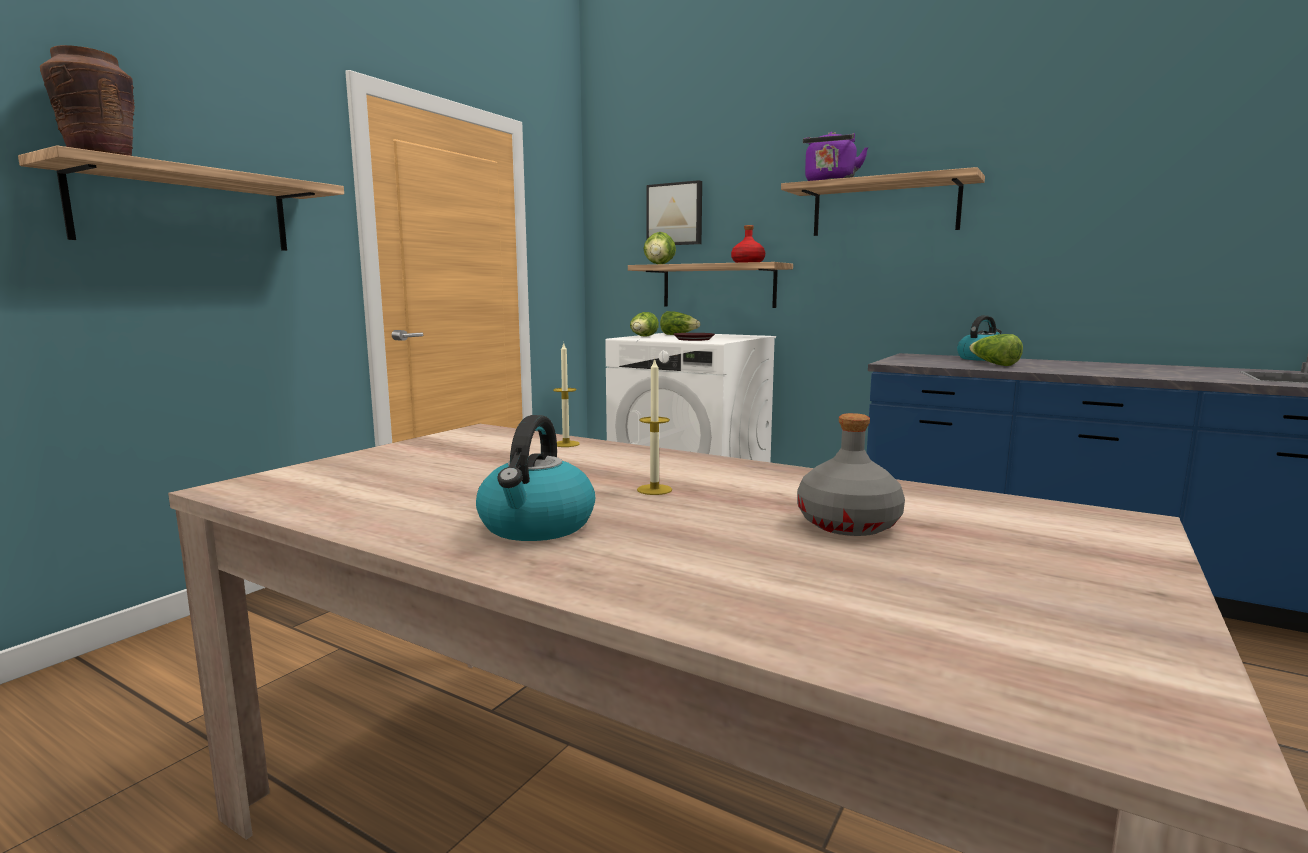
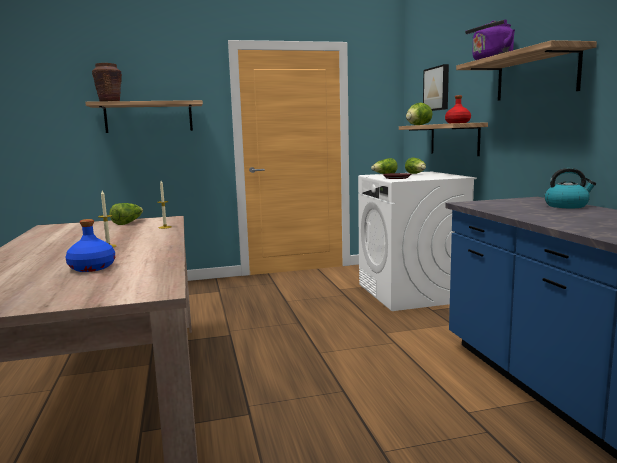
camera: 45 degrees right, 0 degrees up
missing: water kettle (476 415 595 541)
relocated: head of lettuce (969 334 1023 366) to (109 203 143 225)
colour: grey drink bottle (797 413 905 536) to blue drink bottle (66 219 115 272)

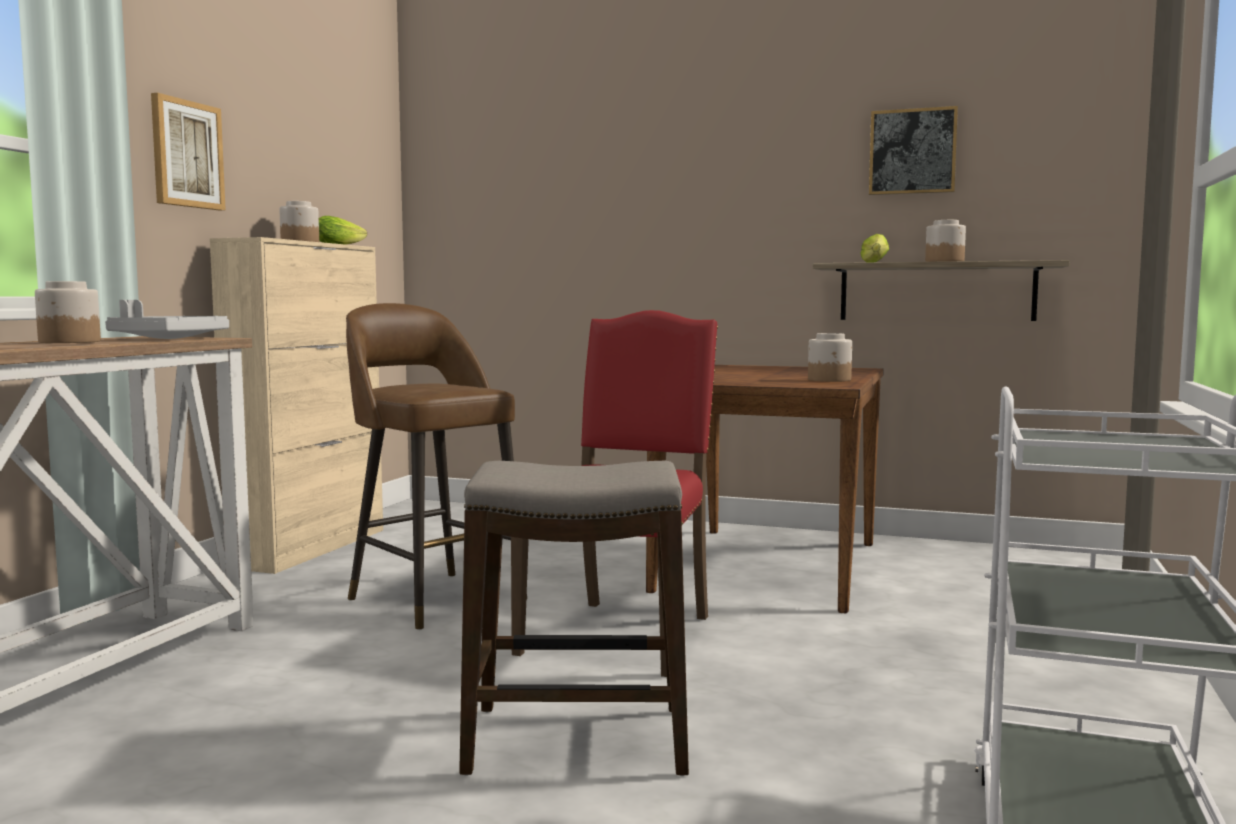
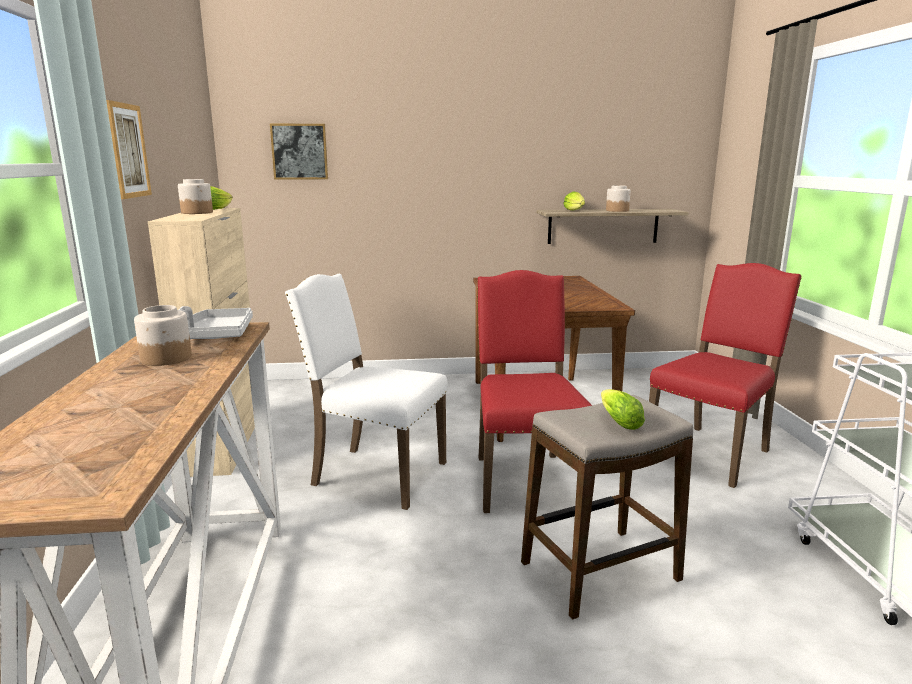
camera: 25 degrees left, 10 degrees up
missing: preserve jar (808 333 852 382)
appeared: head of lettuce (601 389 645 430); reddish upright chair (649 263 802 488)
relocated: wall picture (869 106 958 195) to (270 123 328 180)
exchanged: brown-coloured sitting stool (346 303 527 630) to whitish upright chair (285 274 448 510)

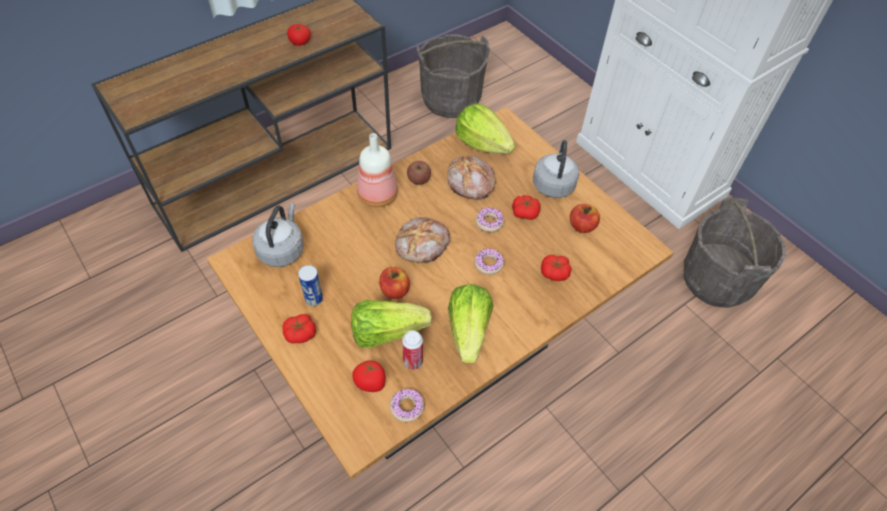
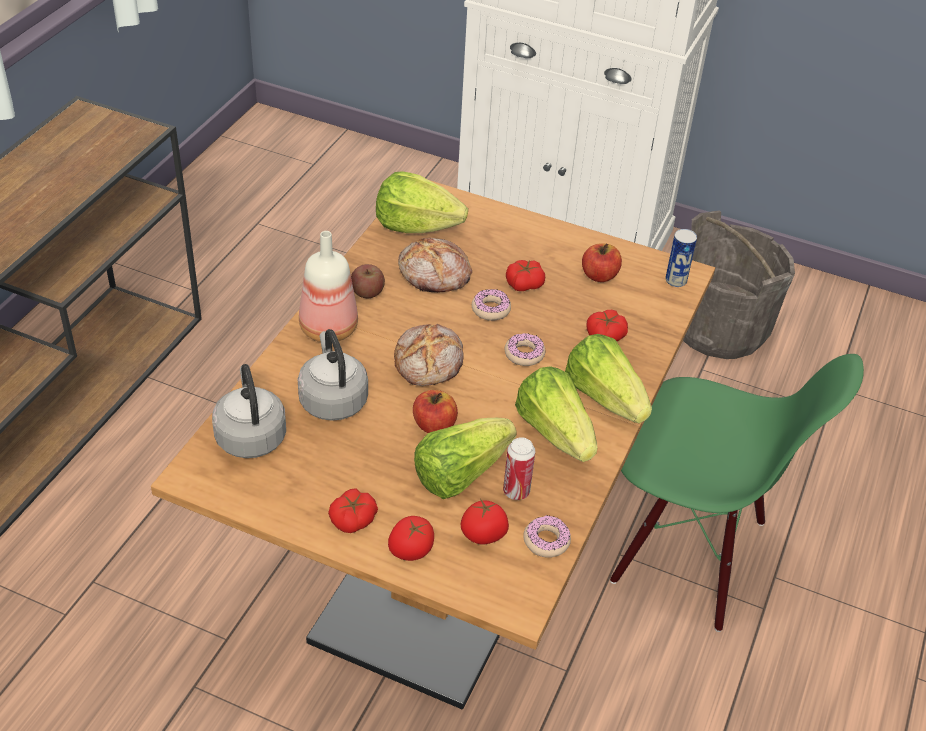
camera: 30 degrees left, 10 degrees down
missing: grey bucket (416 34 490 118)
appeared: head of lettuce (565 334 652 423); greenish upright chair (610 354 864 632)
relocated: grey water kettle (533 140 579 198) to (298 329 368 421); tomato (287 24 311 46) to (388 516 434 561); can (298 265 323 306) to (665 229 697 287)

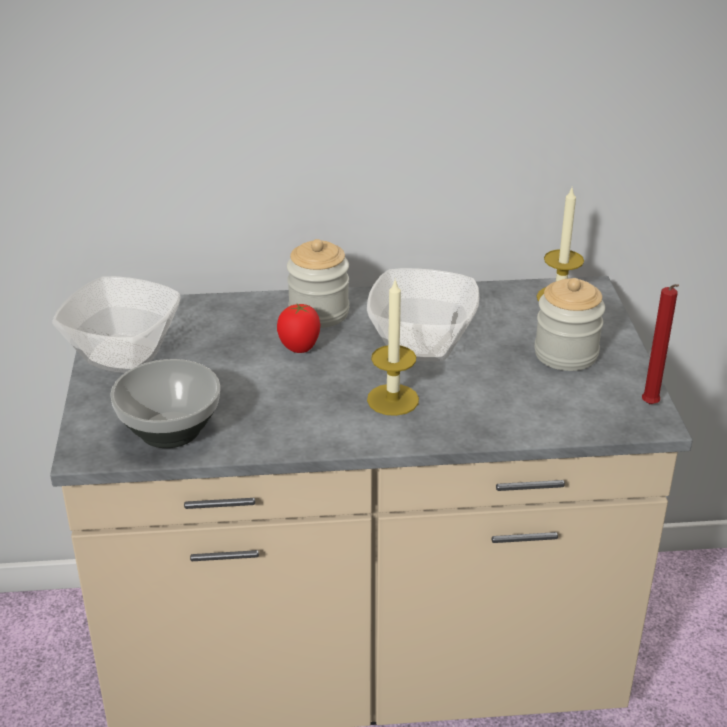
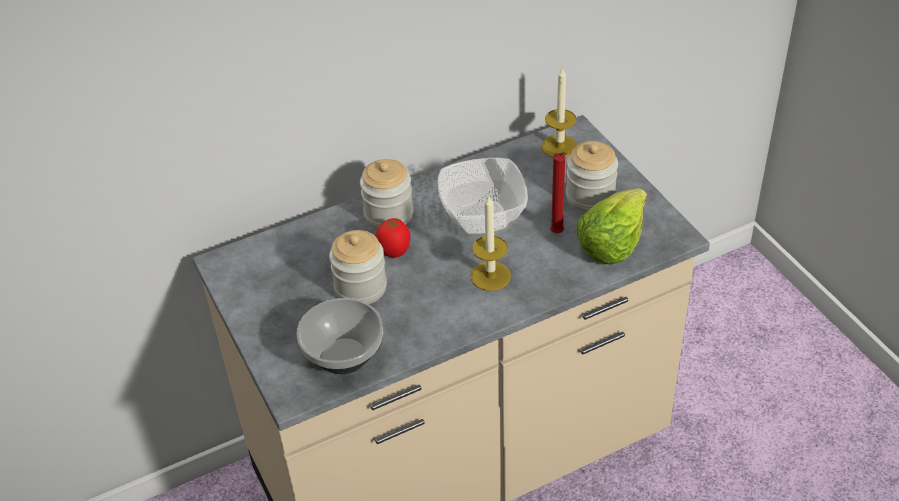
camera: 20 degrees left, 10 degrees up
missing: deep dish (53 276 181 373)
appeared: preserve jar (329 230 387 304); head of lettuce (576 188 647 265)
relocated: reddish wax light (642 284 679 404) to (550 152 567 233)

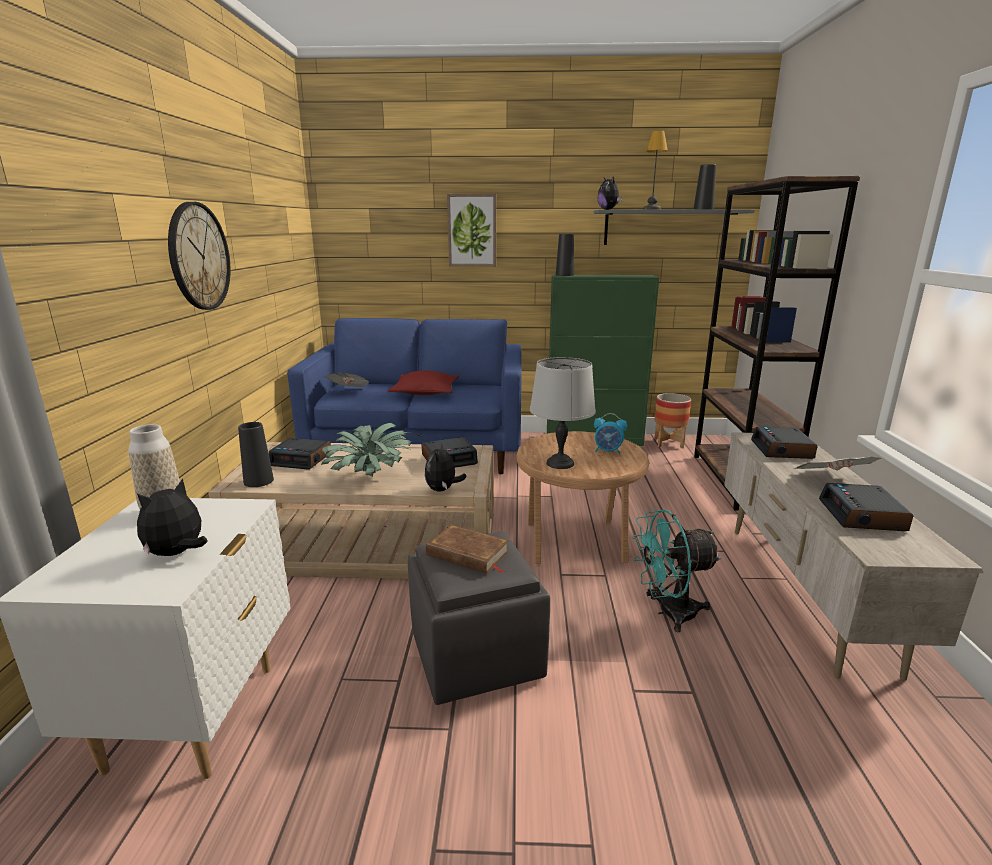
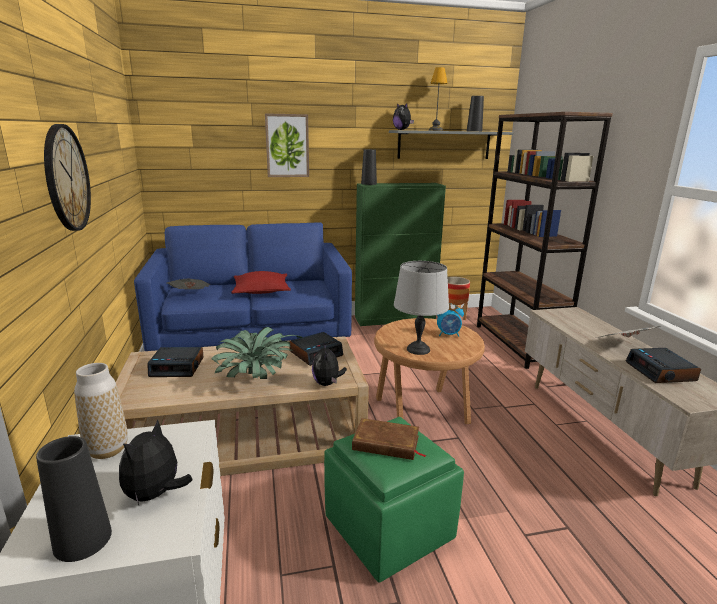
camera: 15 degrees left, 0 degrees up
missing: turquoise-coloured fan (632 510 721 632); alarm clock (751 426 818 459)
relocated: black-coloured vase (238 422 274 487) to (36 436 112 562)
colour: grey footrest (408 531 550 705) to greenish footrest (324 417 464 582)

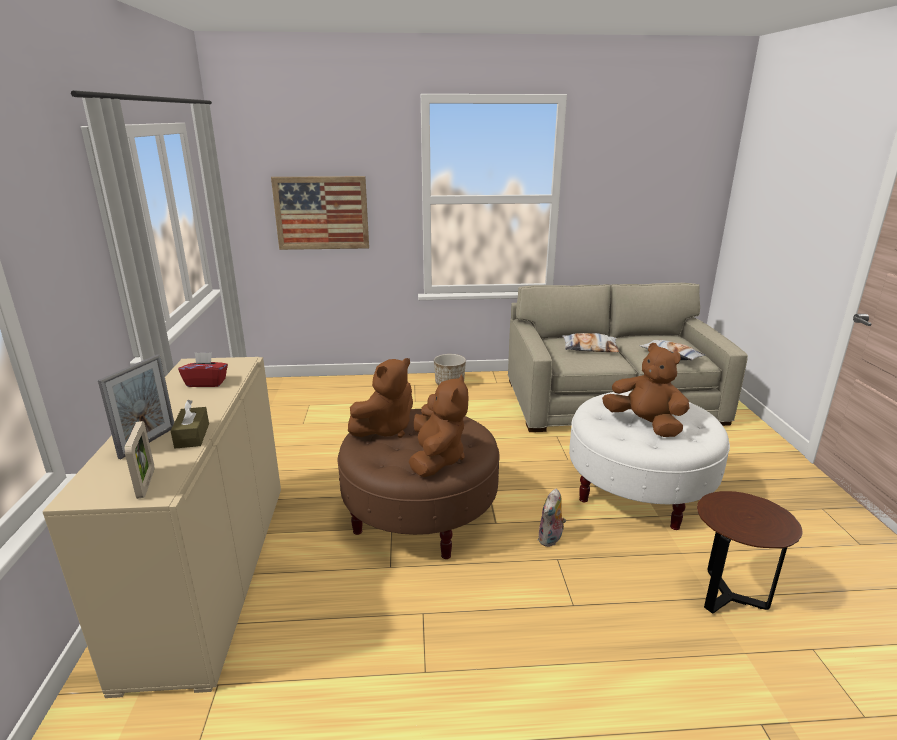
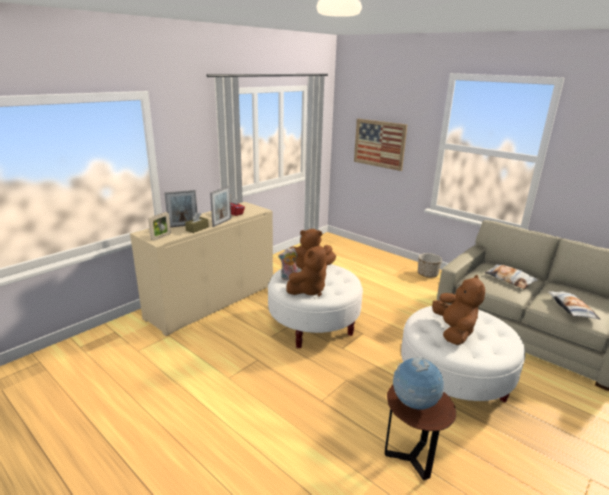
camera: 45 degrees right, 0 degrees up
appeared: picture frame (210 186 231 227); desk globe (393 357 444 410)
relocated: soft toy (538 489 566 547) to (278 248 298 281)
colour: brown-coloured footrest (338 409 500 559) to whitish footrest (268 264 363 348)

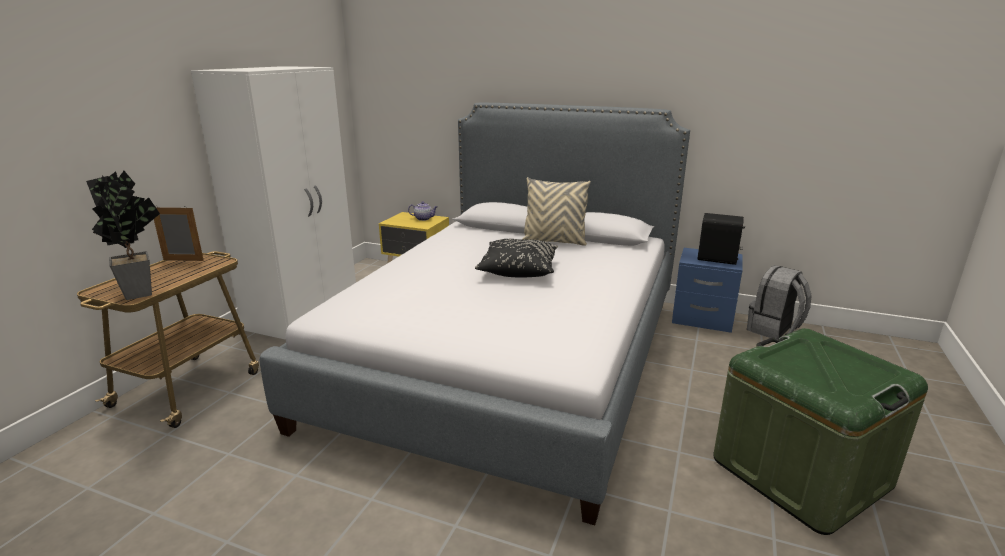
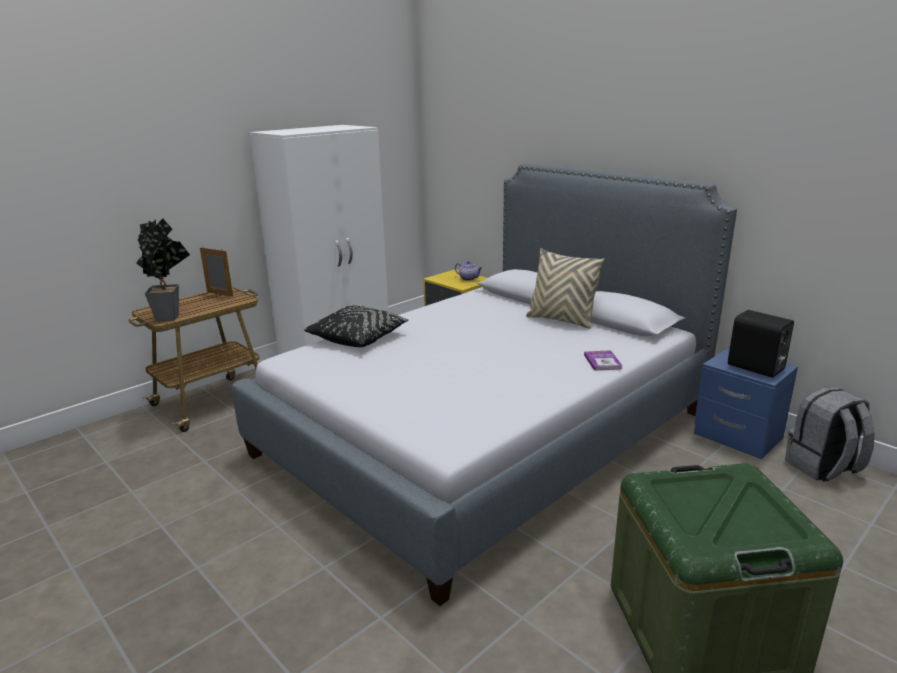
camera: 25 degrees right, 0 degrees up
appeared: bound book (584 350 623 371)
relocated: black-coloured cushion (475 239 558 277) to (304 305 409 347)

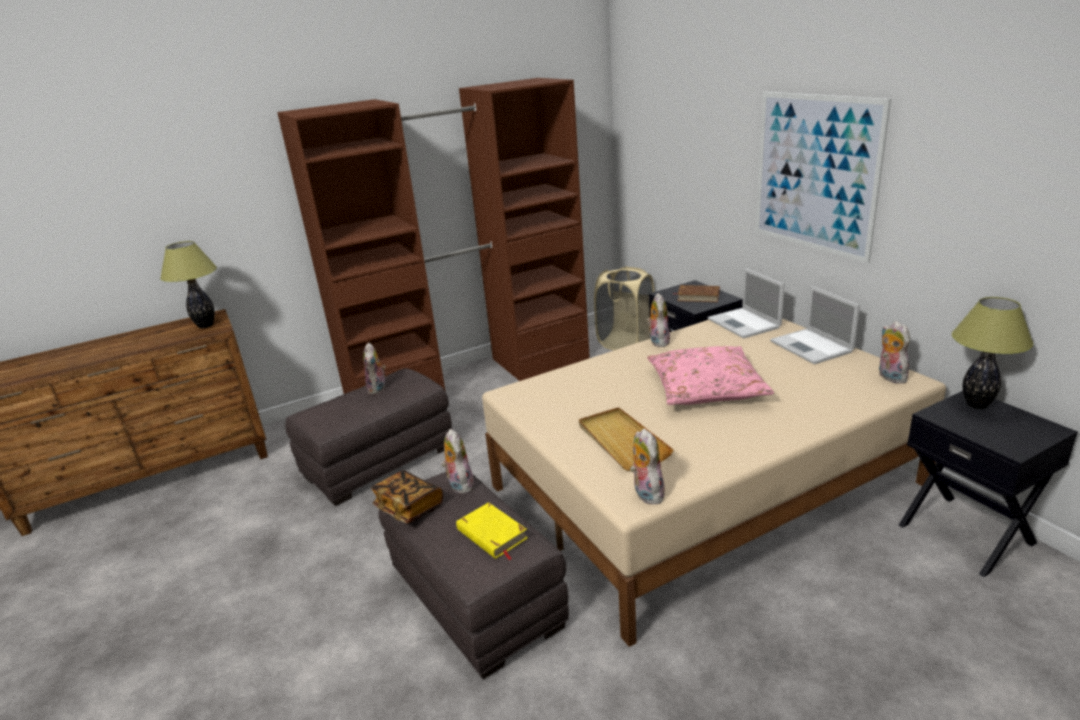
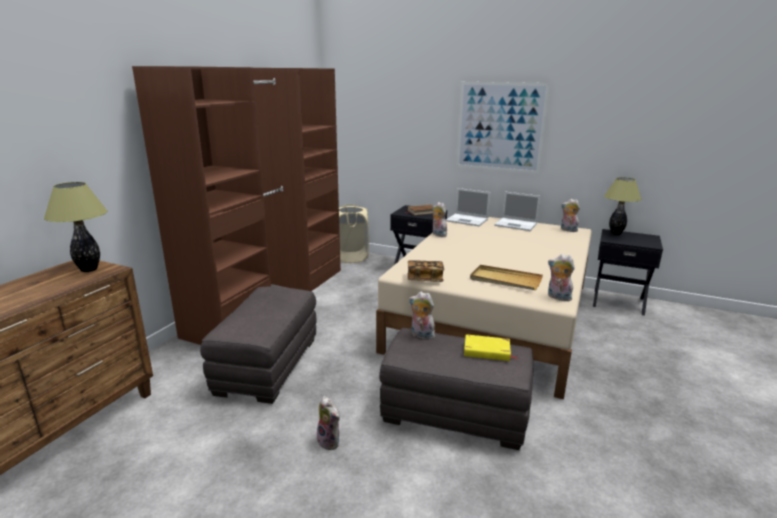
camera: 40 degrees left, 5 degrees down
missing: pinkish cushion (647 346 774 405)
relocated: soft toy (363 343 386 395) to (317 396 340 451); bound book (371 471 443 523) to (408 261 444 282)

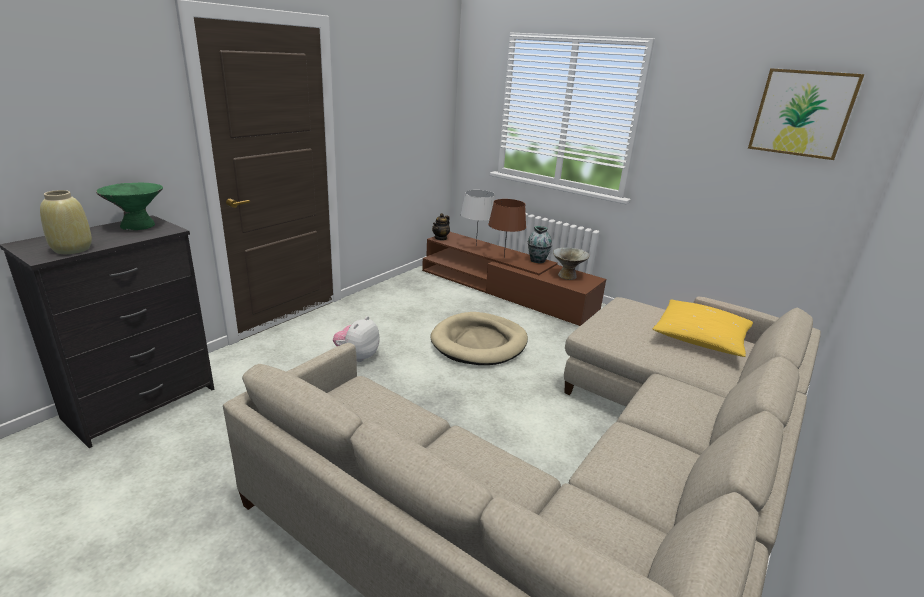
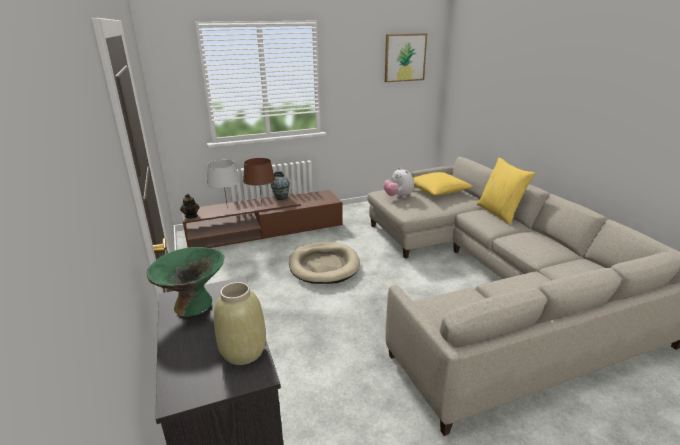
camera: 55 degrees left, 0 degrees up
missing: grey deep dish (553 248 590 280)
appeared: yellowish cushion (477 157 535 225)
relocated: soft toy (333 316 380 362) to (384 167 414 198)

